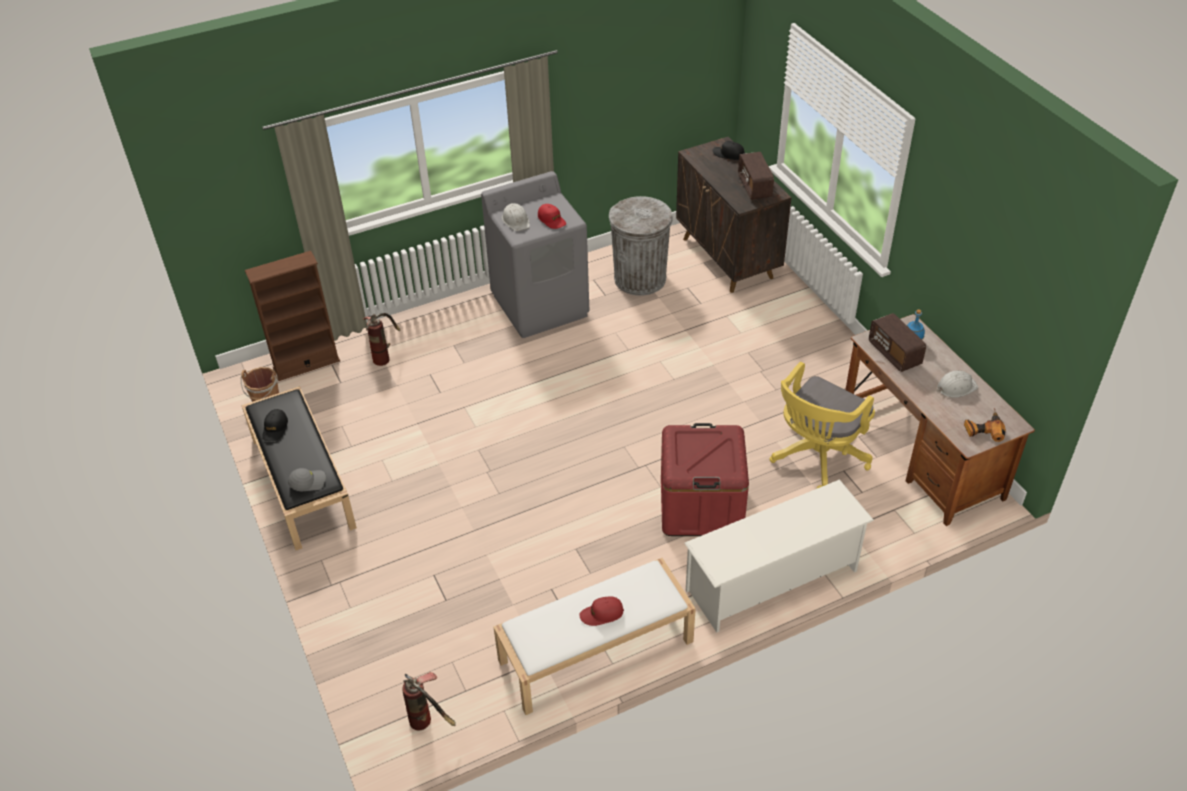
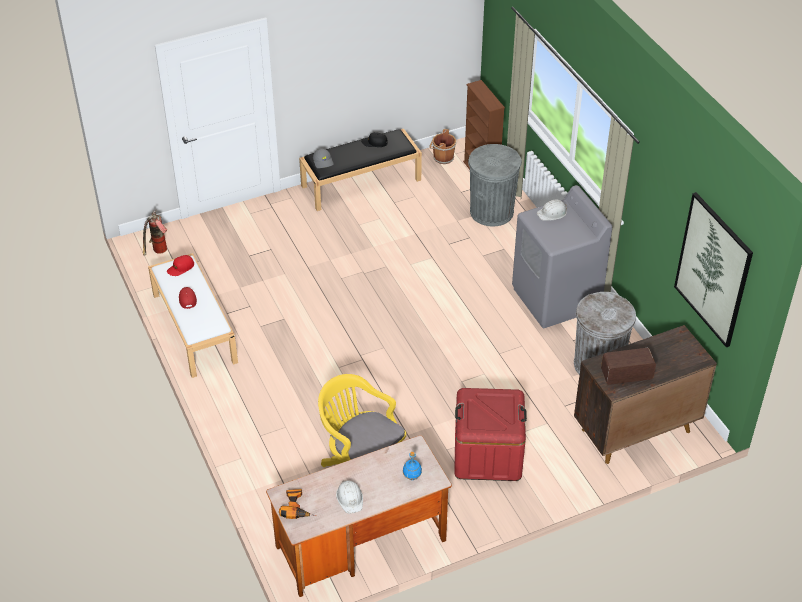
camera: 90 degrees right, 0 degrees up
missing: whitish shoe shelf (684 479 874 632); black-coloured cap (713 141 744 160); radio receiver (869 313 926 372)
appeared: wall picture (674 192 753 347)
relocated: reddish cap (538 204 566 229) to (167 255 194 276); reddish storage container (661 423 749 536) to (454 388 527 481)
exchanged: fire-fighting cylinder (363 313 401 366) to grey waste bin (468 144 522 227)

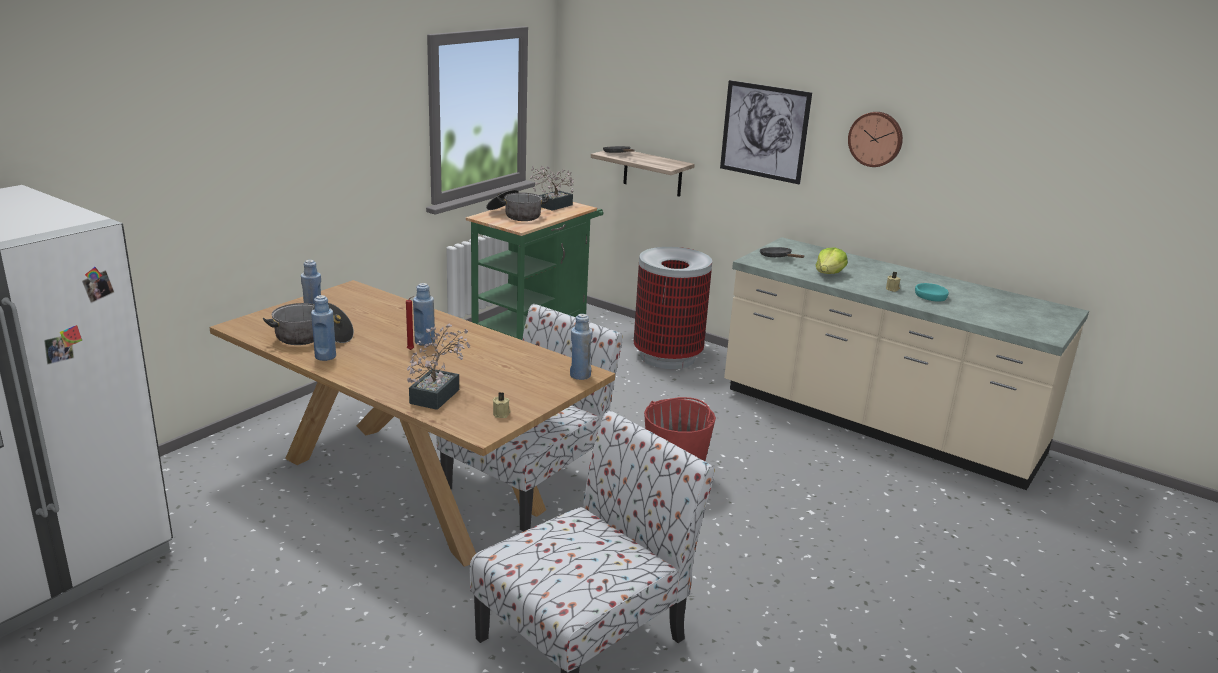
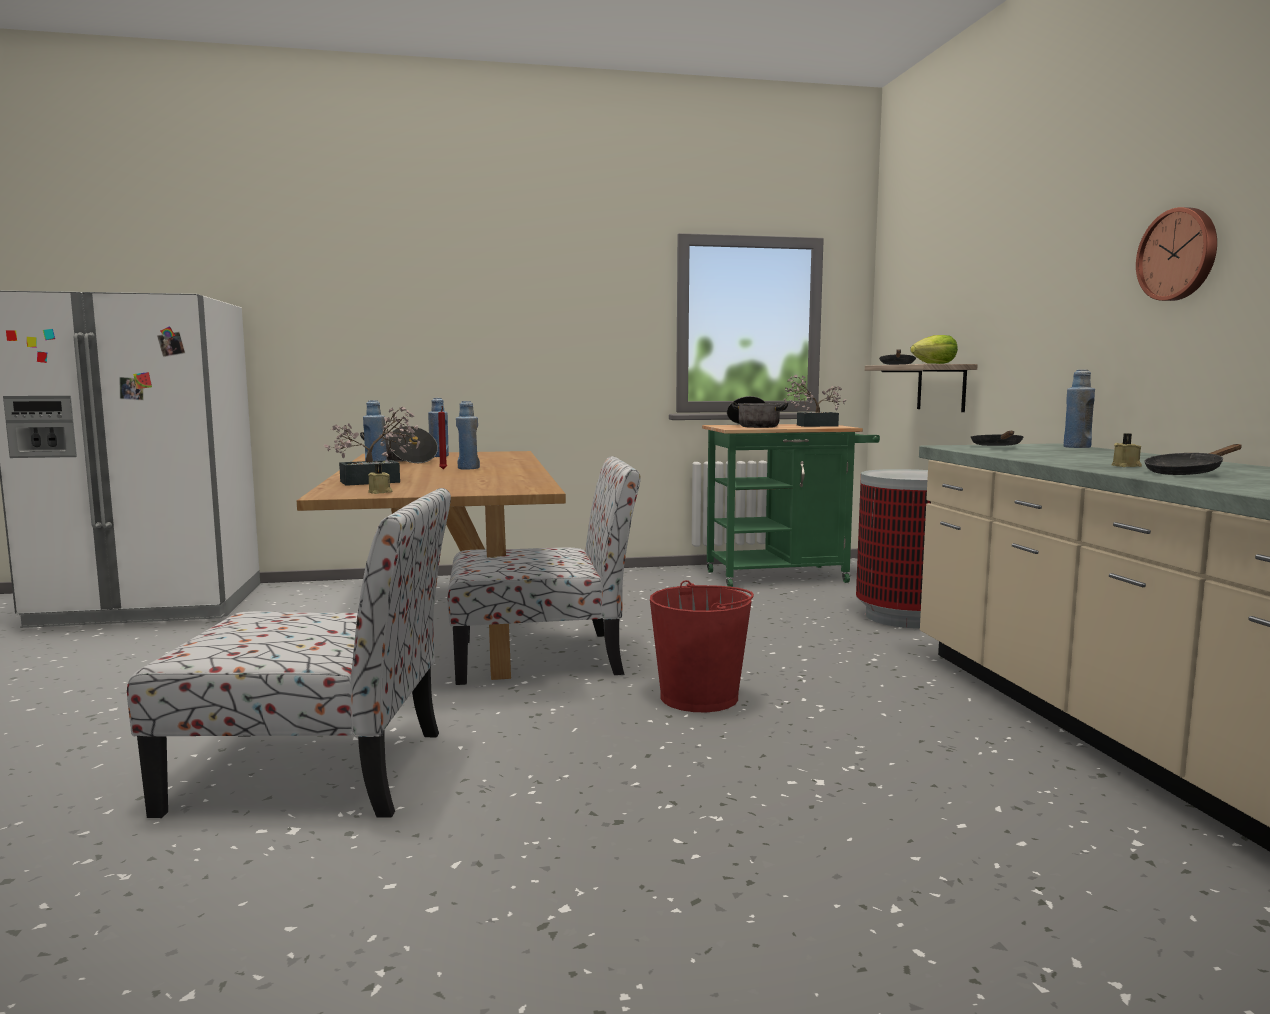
camera: 45 degrees right, 15 degrees down
missing: wall picture (720 80 812 184)
relocated: head of lettuce (816 247 848 274) to (910 335 958 364); blue drink bottle (570 314 593 380) to (1063 370 1095 448)
exchanged: turquoise-coloured deep dish (915 283 949 301) to black-coloured pan (1144 444 1242 475)

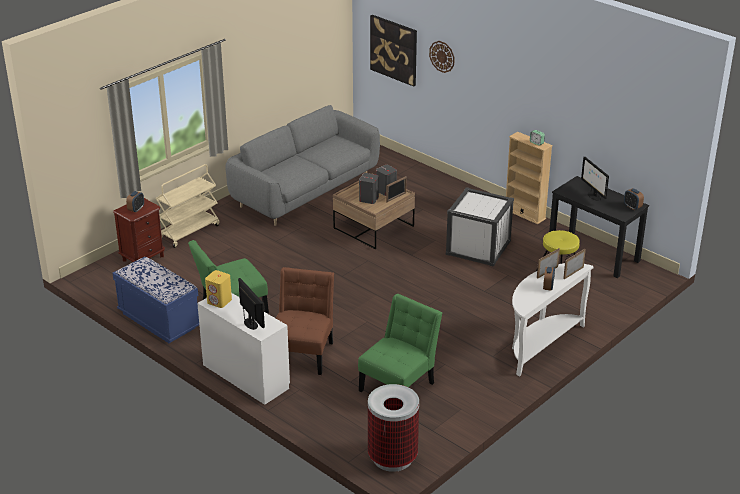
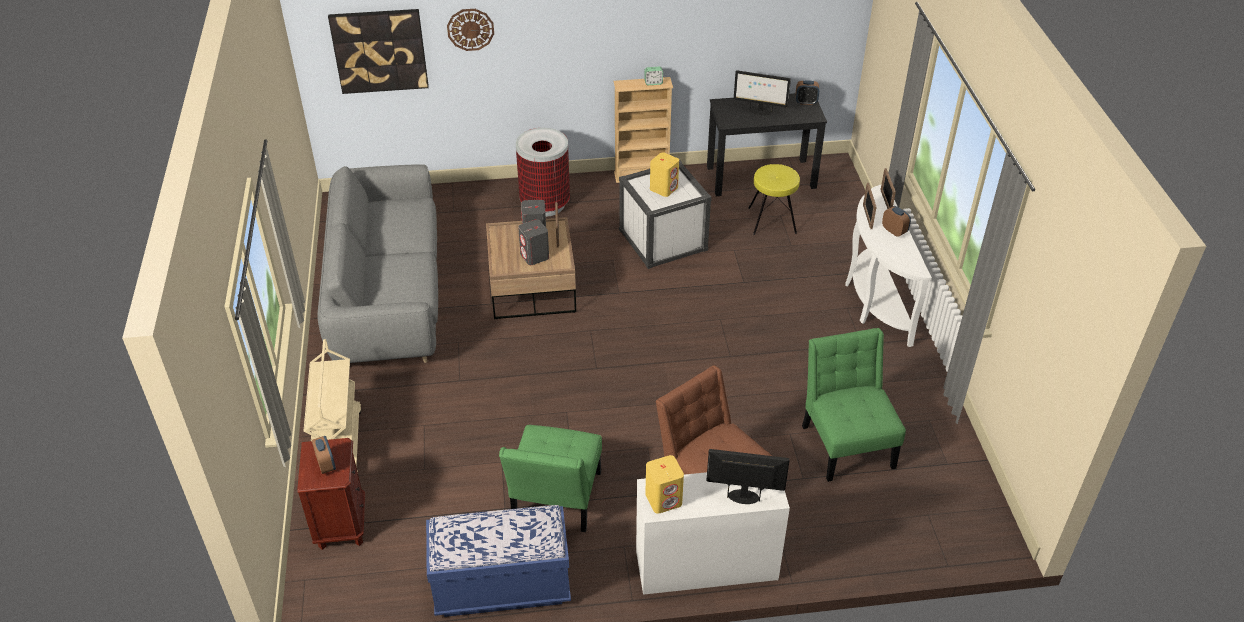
camera: 50 degrees left, 10 degrees up
appeared: yellowish loudspeaker (650 152 679 197)
relocated: waste bin (368 384 419 472) to (516 128 570 217)

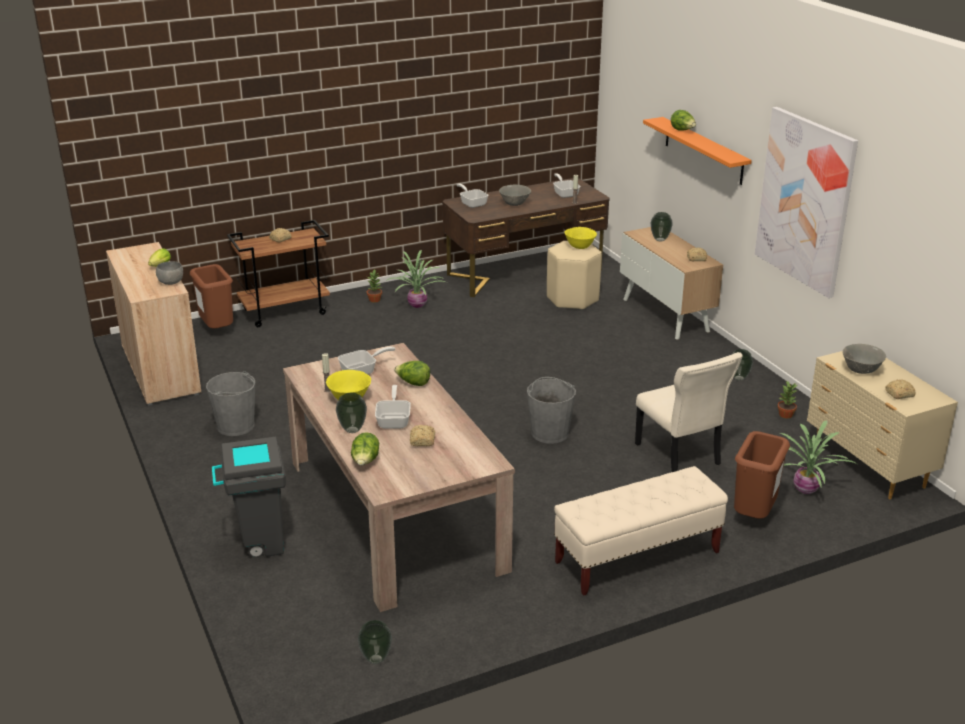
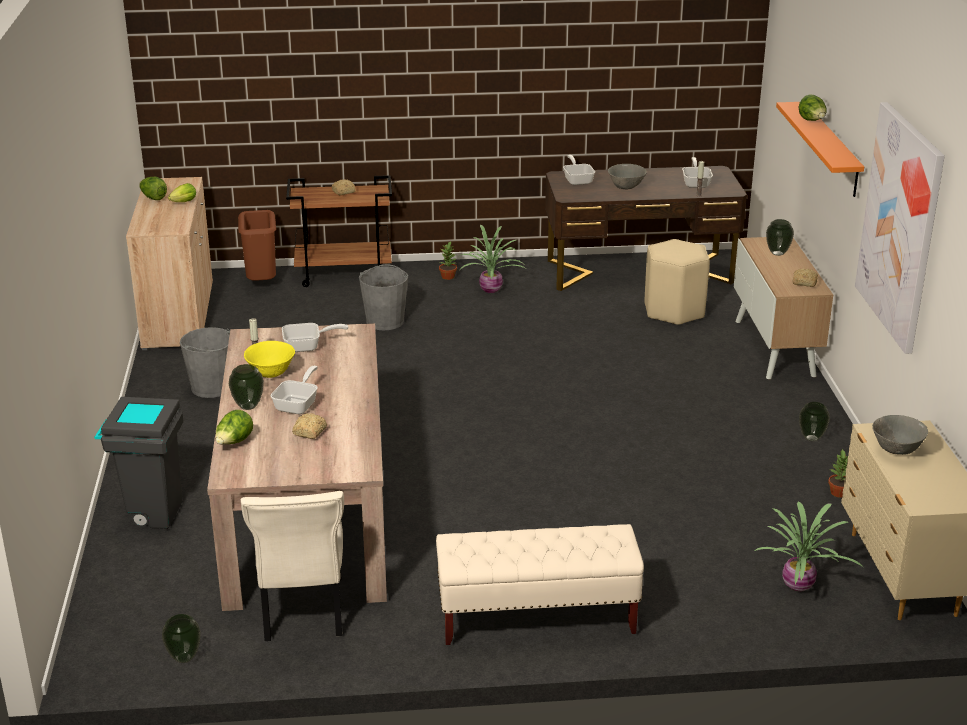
camera: 20 degrees right, 0 degrees up
missing: grey deep dish (156 261 183 285); yellowish deep dish (564 227 597 249); brown-coloured waste bin (734 431 790 519); bakery bread (885 379 915 399)
relocated: head of lettuce (394 361 430 386) to (139 177 167 200); beige upright chair (635 352 743 472) to (241 491 344 641); grey bucket (527 377 576 444) to (359 265 408 330)

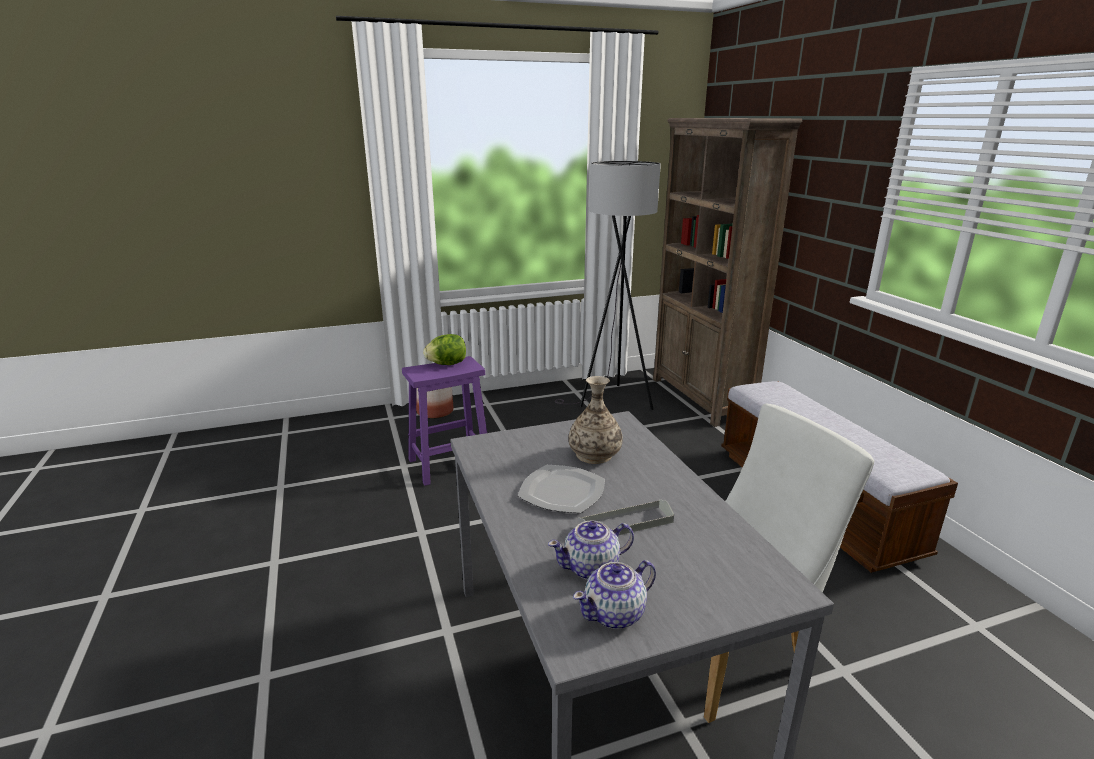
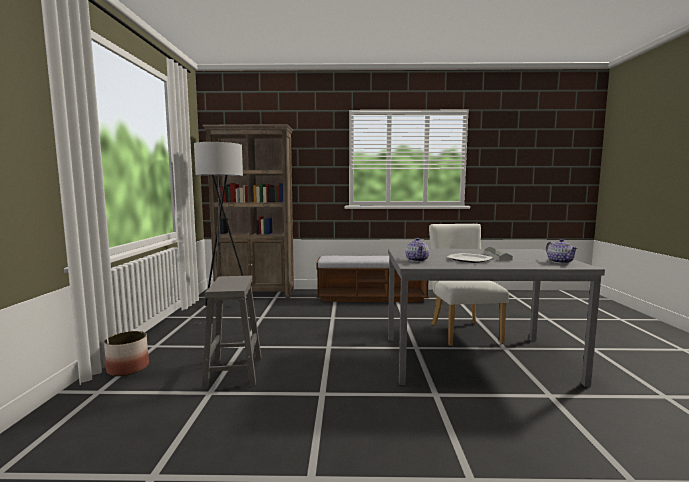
camera: 70 degrees left, 15 degrees down
missing: head of lettuce (423 334 466 365); vase (568 376 623 464)
relocated: teapot (548 520 634 580) to (406 238 429 262)
colour: purple-coloured sitting stool (402 356 487 486) to grey sitting stool (202 276 261 389)

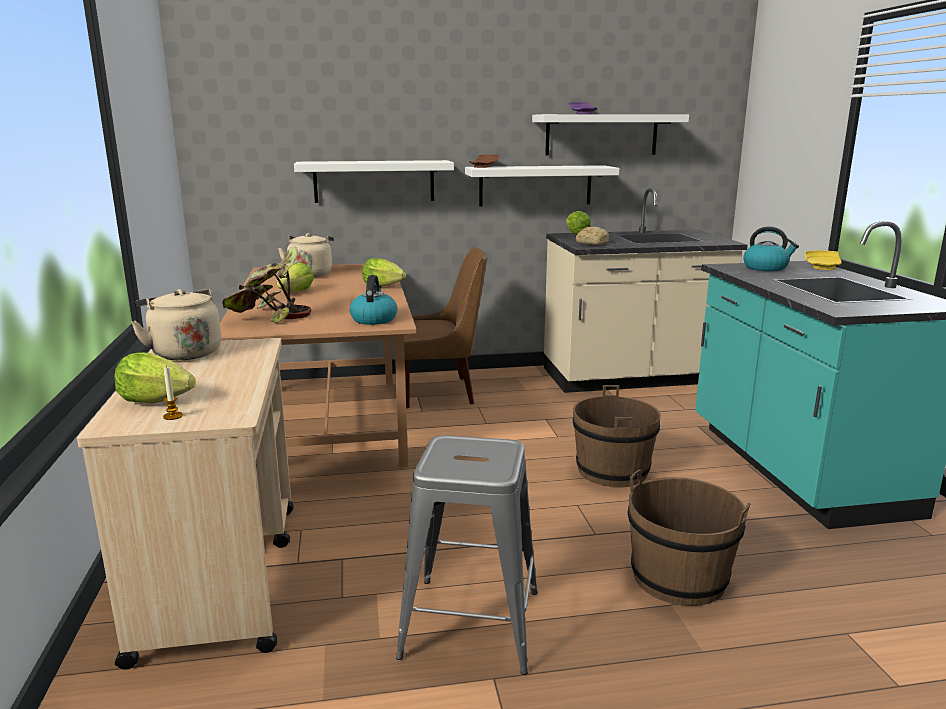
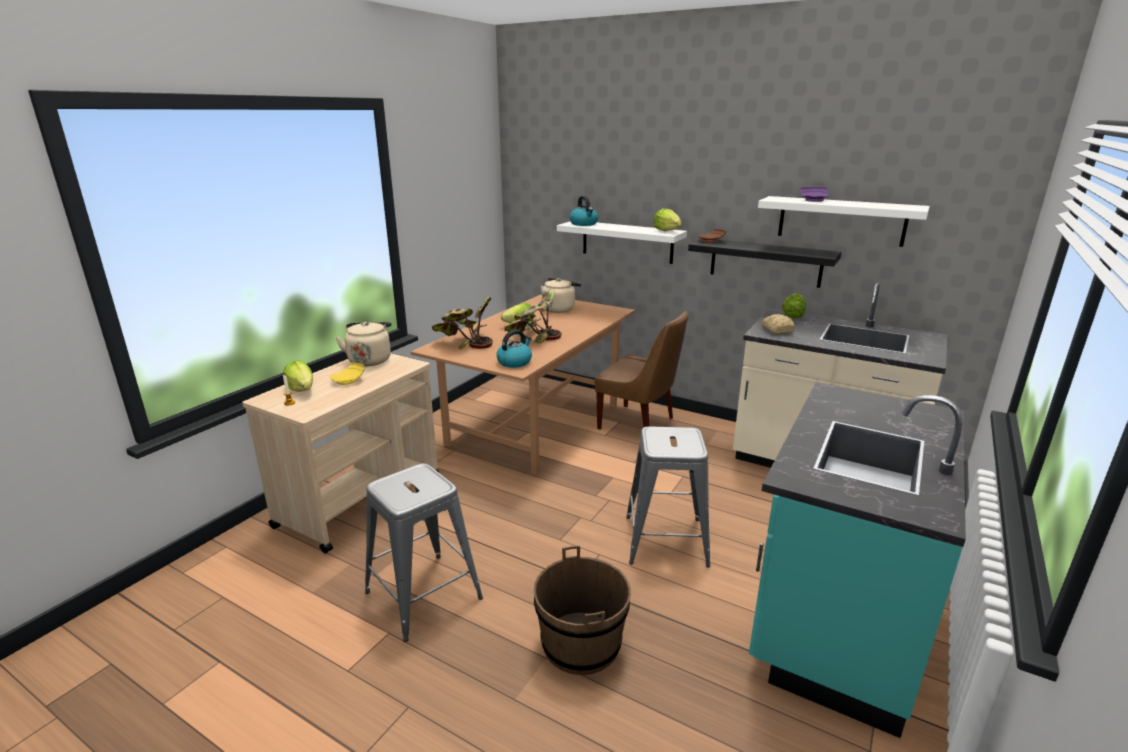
camera: 40 degrees right, 5 degrees up
appeared: potted plant (505 289 562 343)
relocated: yellowish flat dish (805 250 842 270) to (330 363 365 385); water kettle (744 226 799 271) to (570 196 598 226); head of lettuce (362 258 406 287) to (653 208 682 231)
exchanged: brown-coloured bucket (573 385 661 488) to grey sitting stool (626 427 710 568)
colour: whitish wall shelf (465 165 619 206) to black-coloured wall shelf (688 238 842 288)

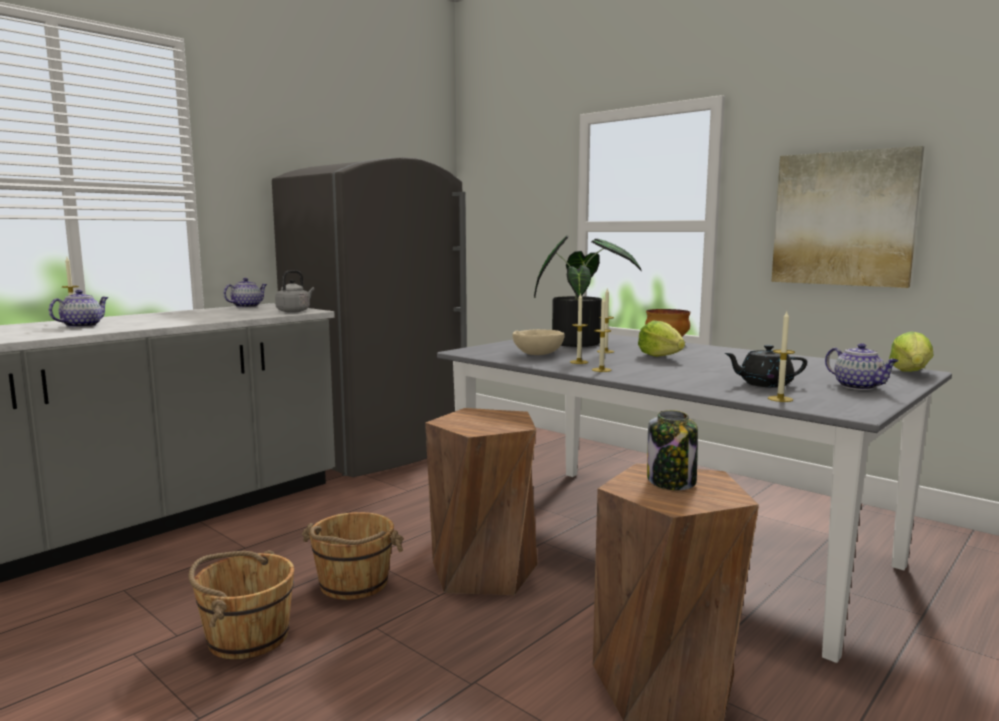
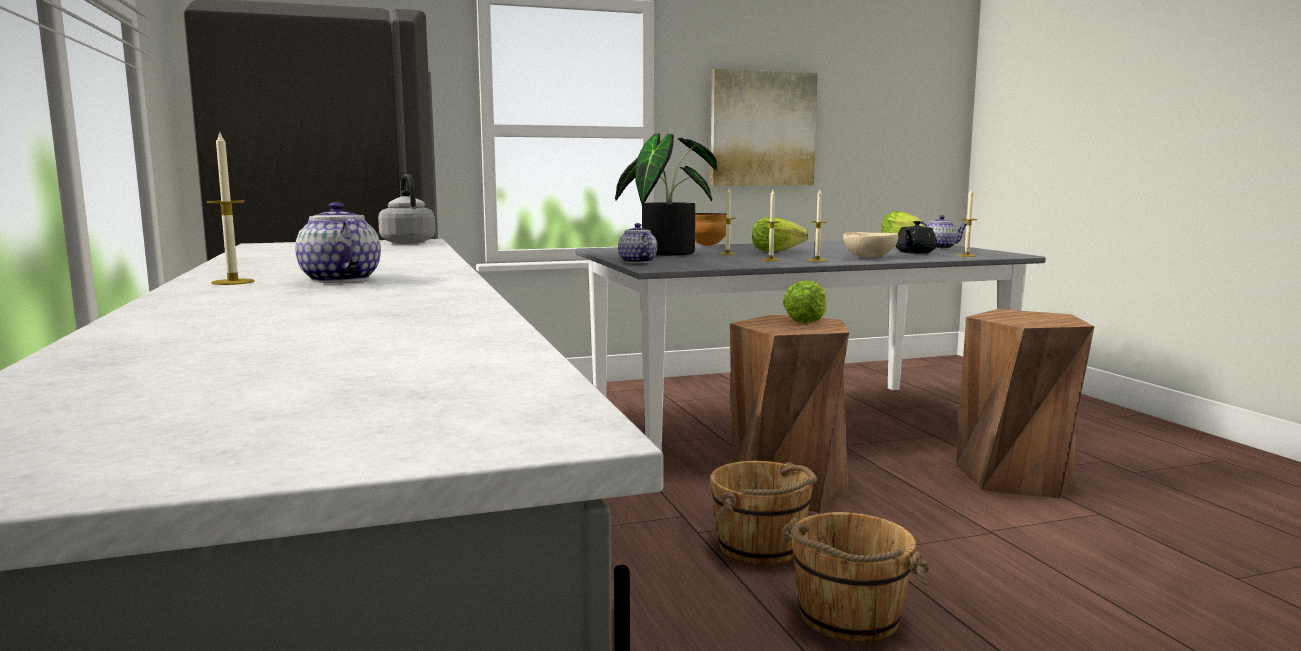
camera: 60 degrees left, 0 degrees up
missing: preserve jar (647 410 698 490)
appeared: head of lettuce (783 280 826 324)
relocated: teapot (223 278 267 308) to (618 223 658 263); beige deep dish (512 329 565 355) to (843 232 898 258)

